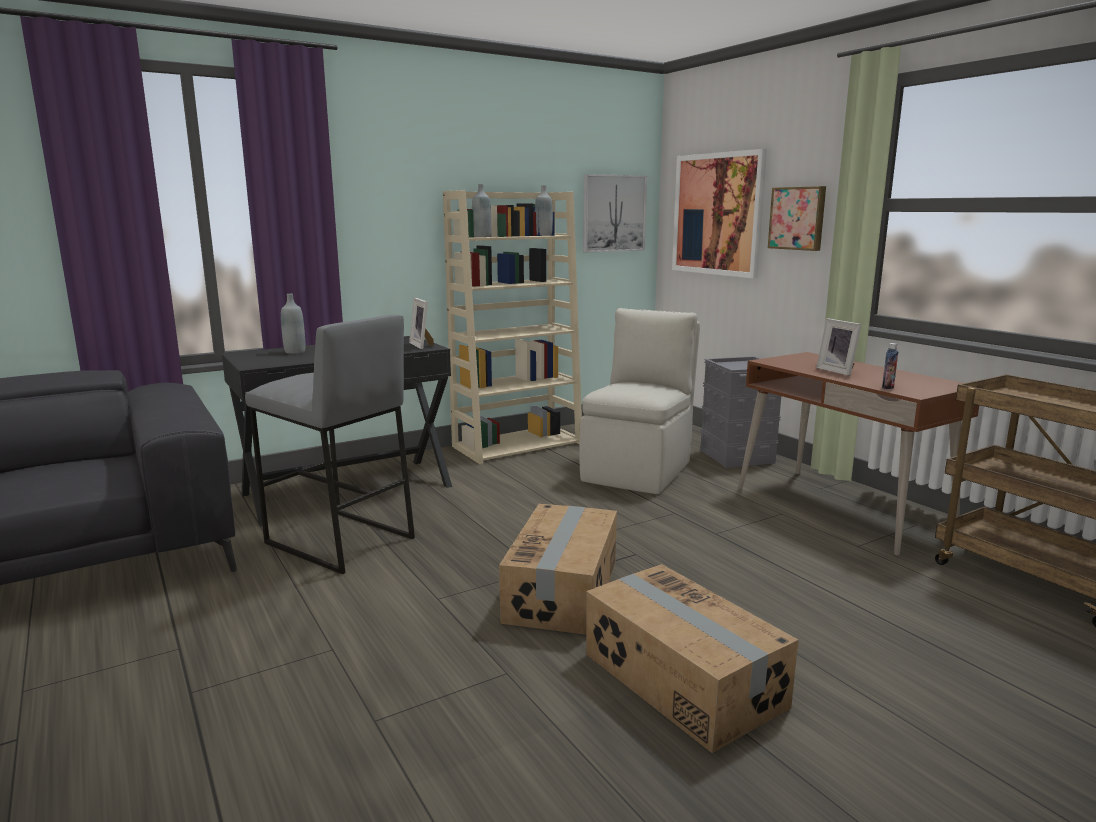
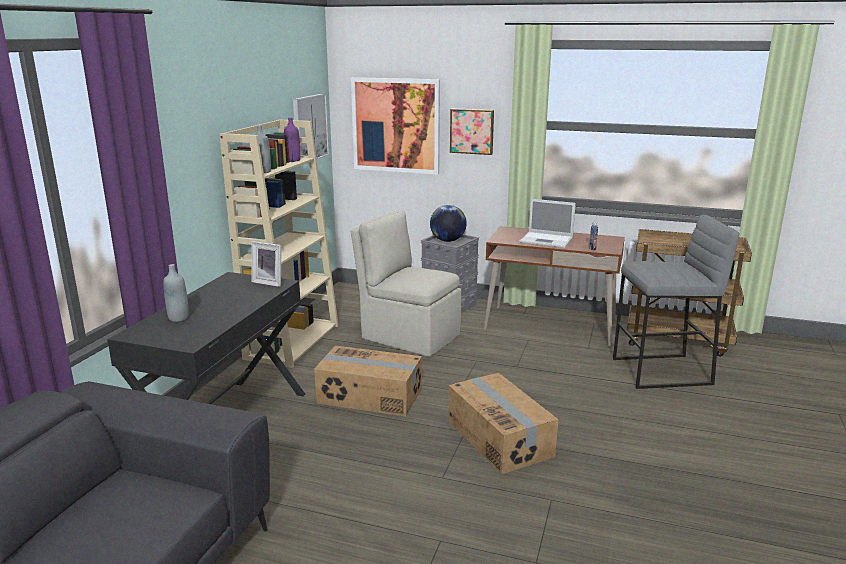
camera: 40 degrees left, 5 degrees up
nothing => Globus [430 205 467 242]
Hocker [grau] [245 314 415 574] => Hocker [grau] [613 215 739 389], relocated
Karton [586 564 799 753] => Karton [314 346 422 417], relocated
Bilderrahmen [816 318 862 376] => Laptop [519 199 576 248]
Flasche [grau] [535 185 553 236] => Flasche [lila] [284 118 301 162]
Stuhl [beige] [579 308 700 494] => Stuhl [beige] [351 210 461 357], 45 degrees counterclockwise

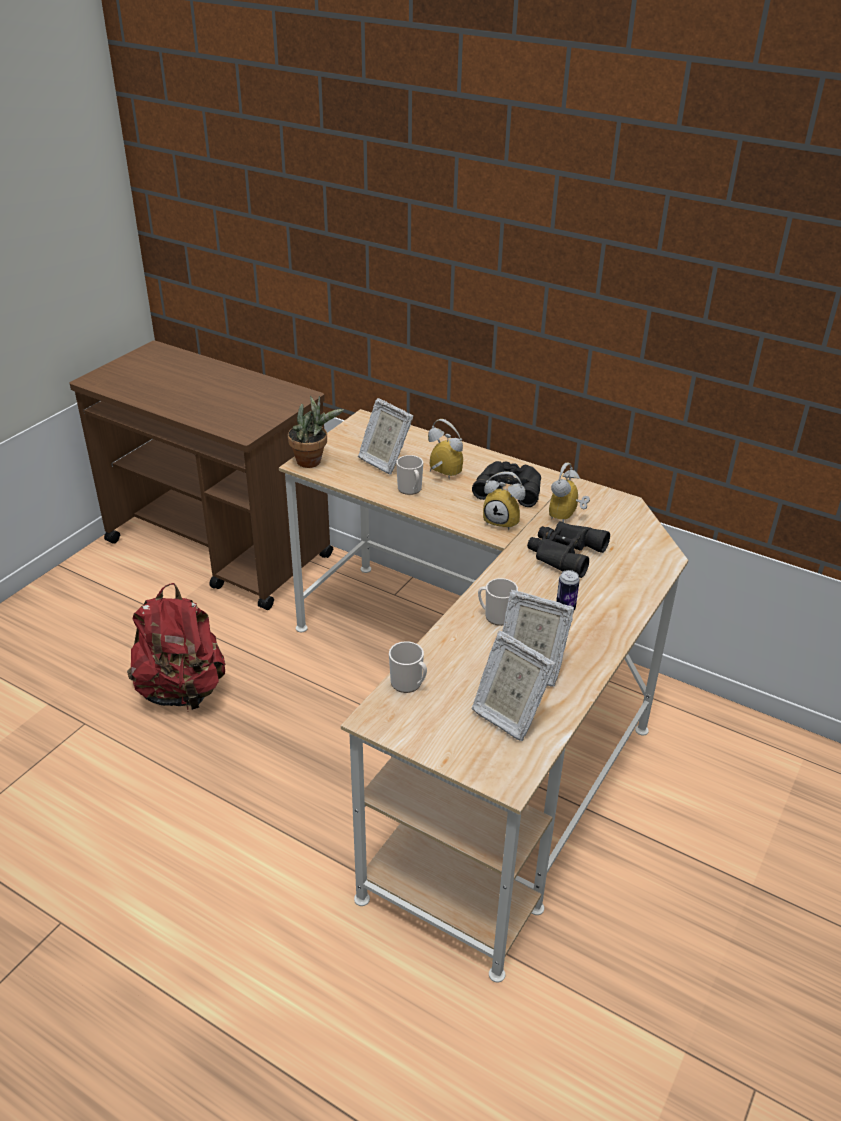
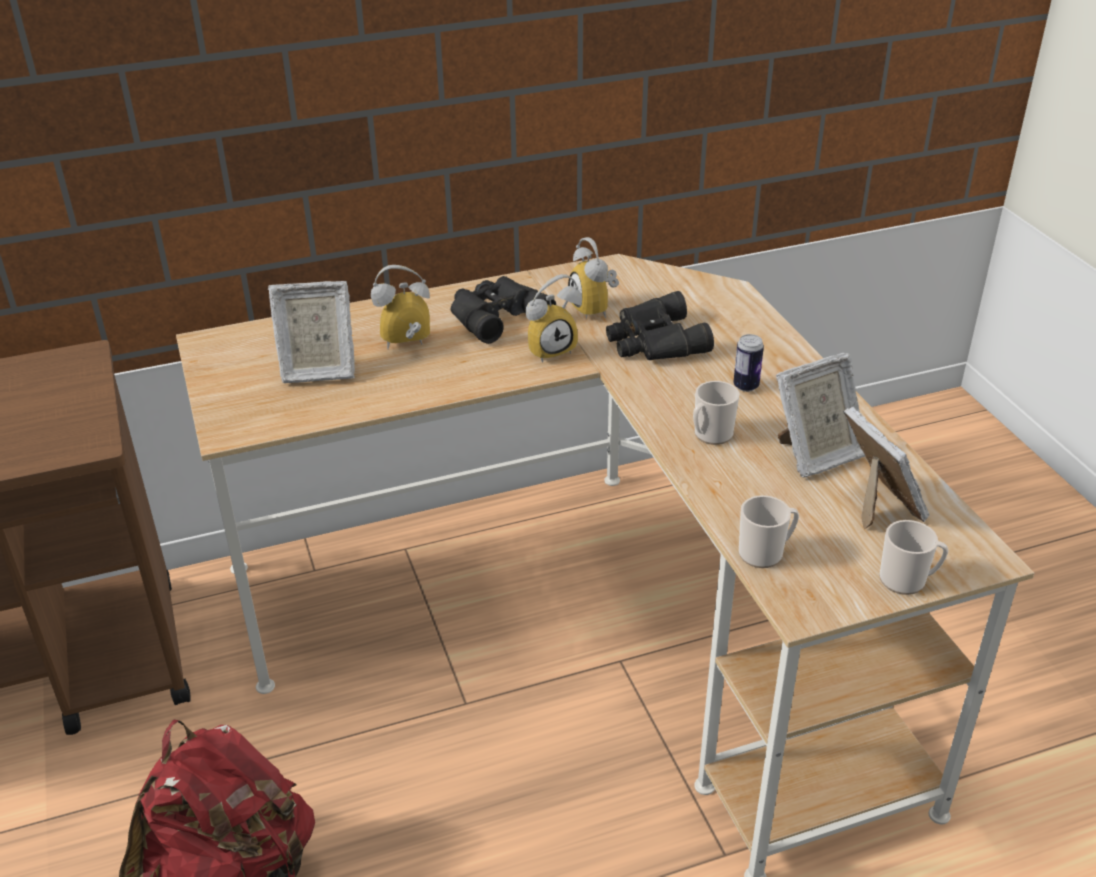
camera: 50 degrees left, 0 degrees up
Topfpflanze [288 396 344 468] => nothing
Henkelbecher [396 455 423 495] => Henkelbecher [880 520 948 595], relocated
Bilderrahmen [472 631 556 741] => Bilderrahmen [843 407 929 529], 105 degrees counterclockwise

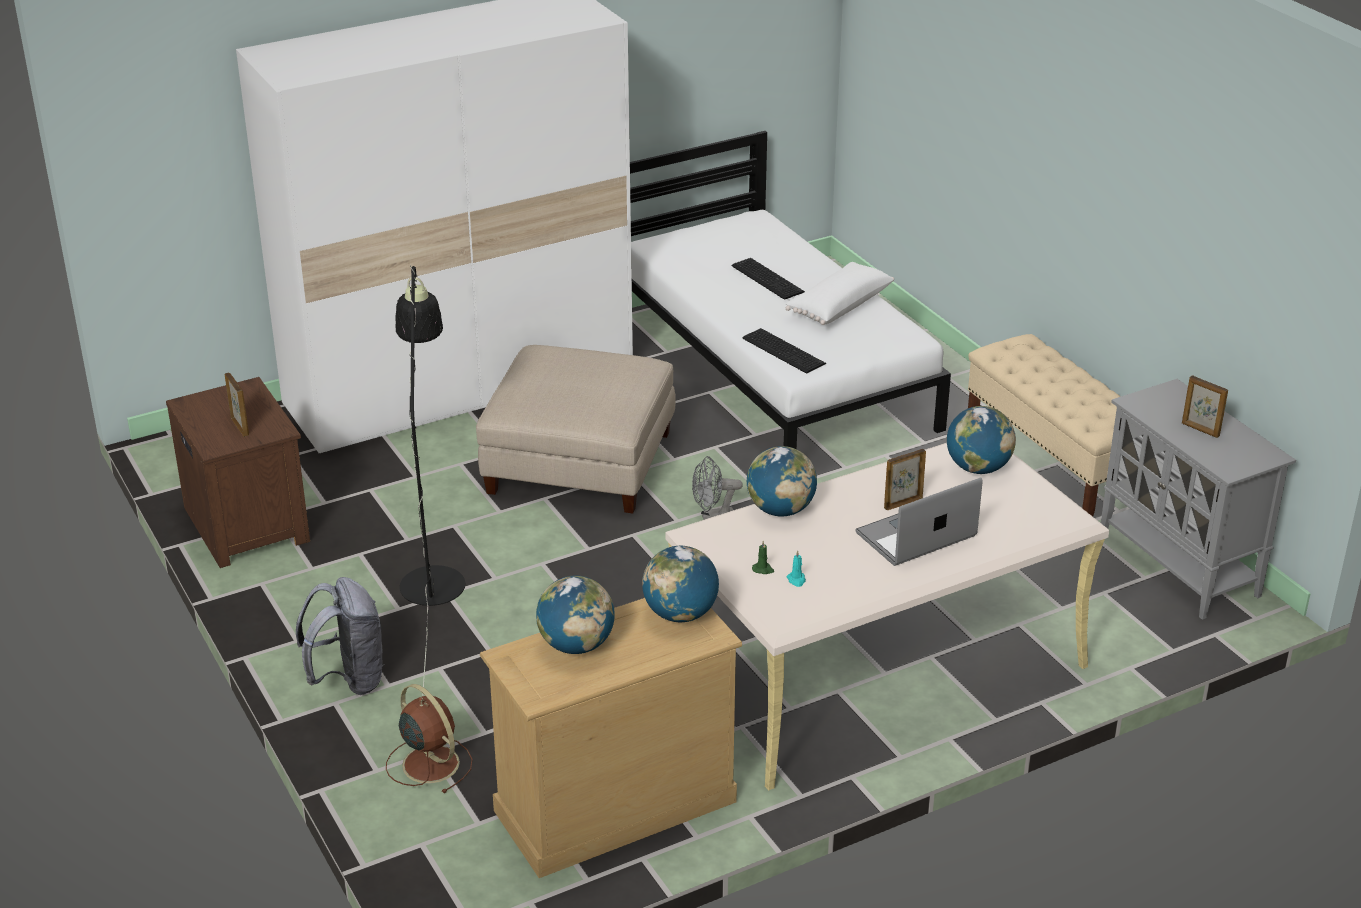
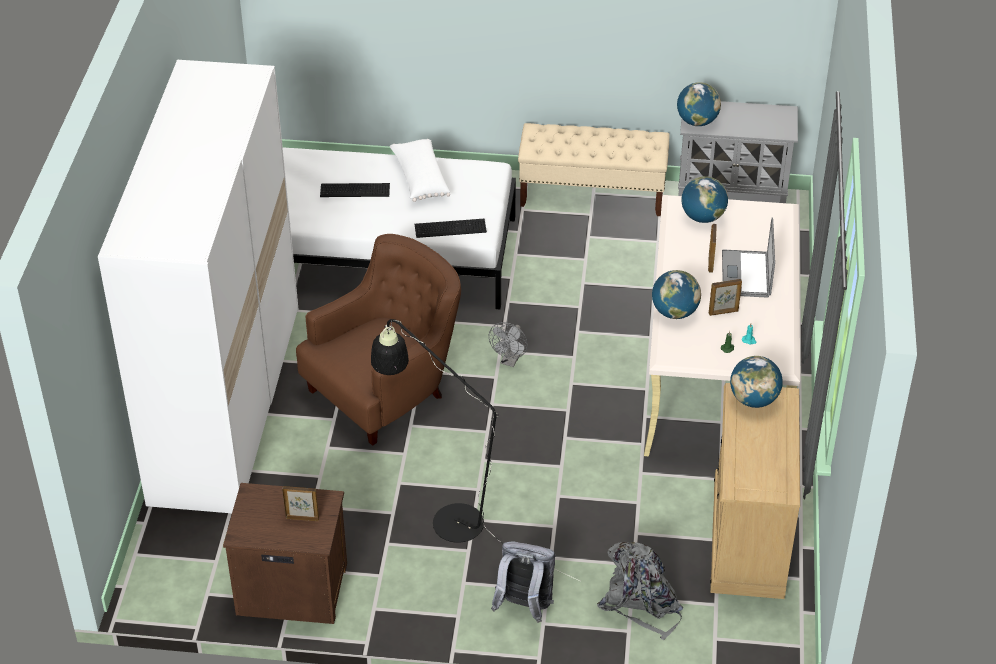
camera: 55 degrees left, 10 degrees up
Globus [536 575 615 654] => Globus [677 82 721 126], relocated
Bilderrahmen [1182 376 1228 438] => Bilderrahmen [709 279 742 316], relocated
Ventilator [braun] [386 684 472 793] => Rucksack [grau] [597 542 683 640]
Polsterhocker [beige] [476 345 676 514] => Sessel [braun] [296 234 461 446]

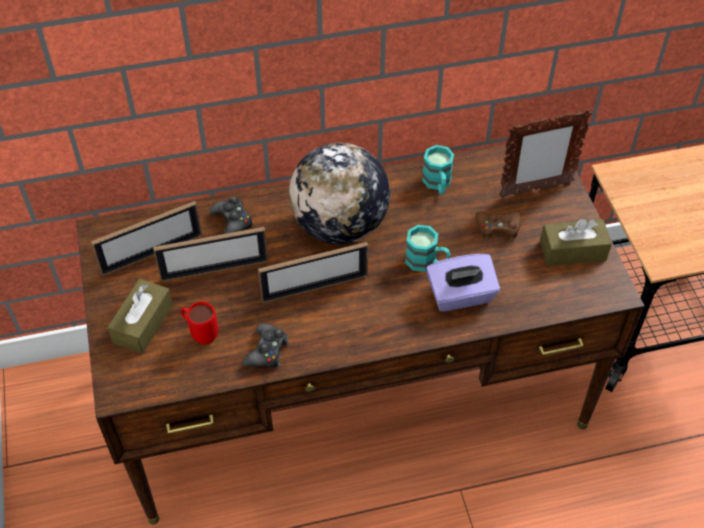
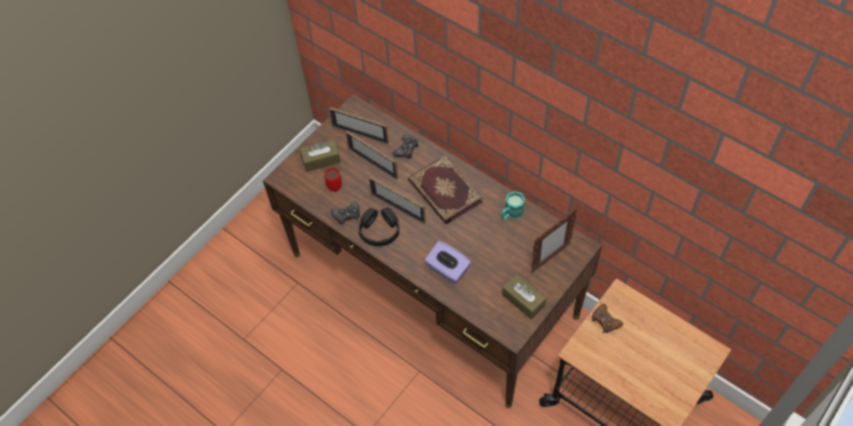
camera: 55 degrees right, 5 degrees up
Henkelbecher [türkis] [405 225 450 272] => nothing
nothing => Kopfhörer [schwarz] [359 208 399 246]
Gamepad [braun] [475 211 521 241] => Gamepad [braun] [592 304 623 333], relocated
Globus [289 143 390 244] => Buch [408 155 483 224]
Bilderrahmen [499 109 592 198] => Bilderrahmen [531 209 577 272], 75 degrees counterclockwise

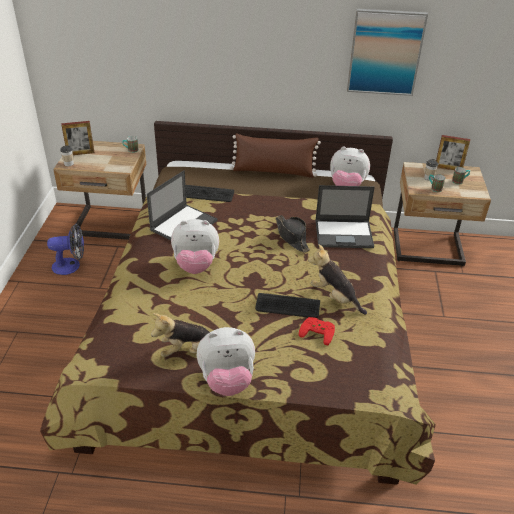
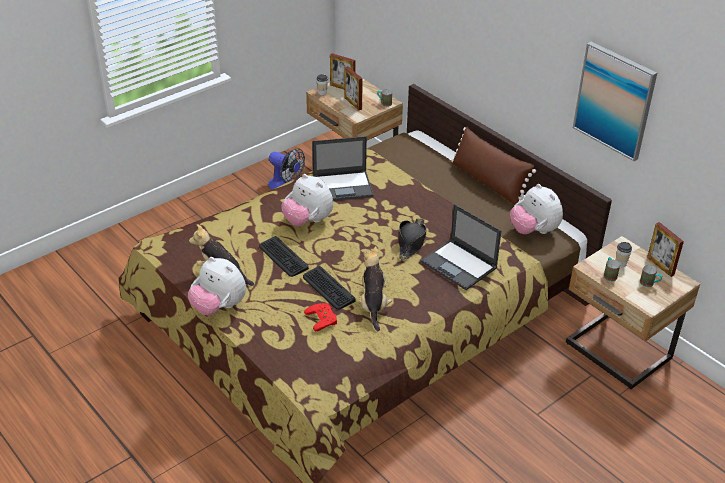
camera: 45 degrees right, 0 degrees up
nothing => Bilderrahmen [344 66 363 110]
Tastatur [186 185 234 202] => Tastatur [259 236 309 277], relocated

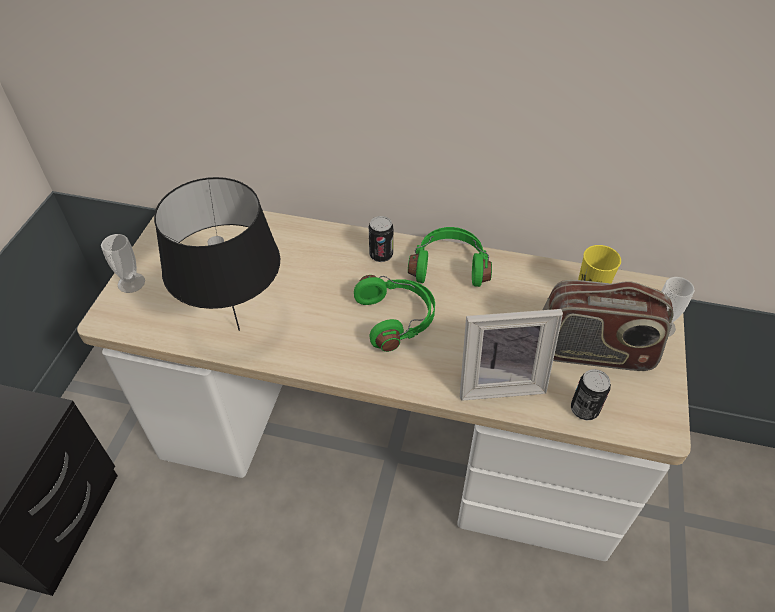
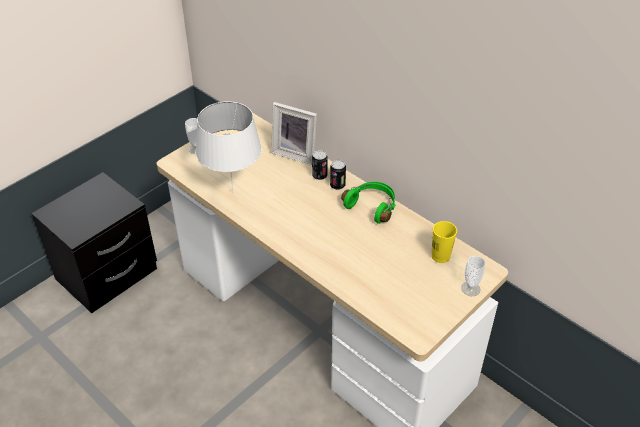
camera: 30 degrees right, 5 degrees down
Kopfhörer [grün] [354 275 435 352] => nothing
Radio [543 280 674 371] => nothing
Bilderrahmen [460 309 563 401] => Bilderrahmen [271 102 317 165], relocated
Dose [571 369 611 421] => Dose [312 150 328 180], relocated
Tischlampe [schwarz] [154 177 280 331] => Tischlampe [weiß] [196 101 262 194]

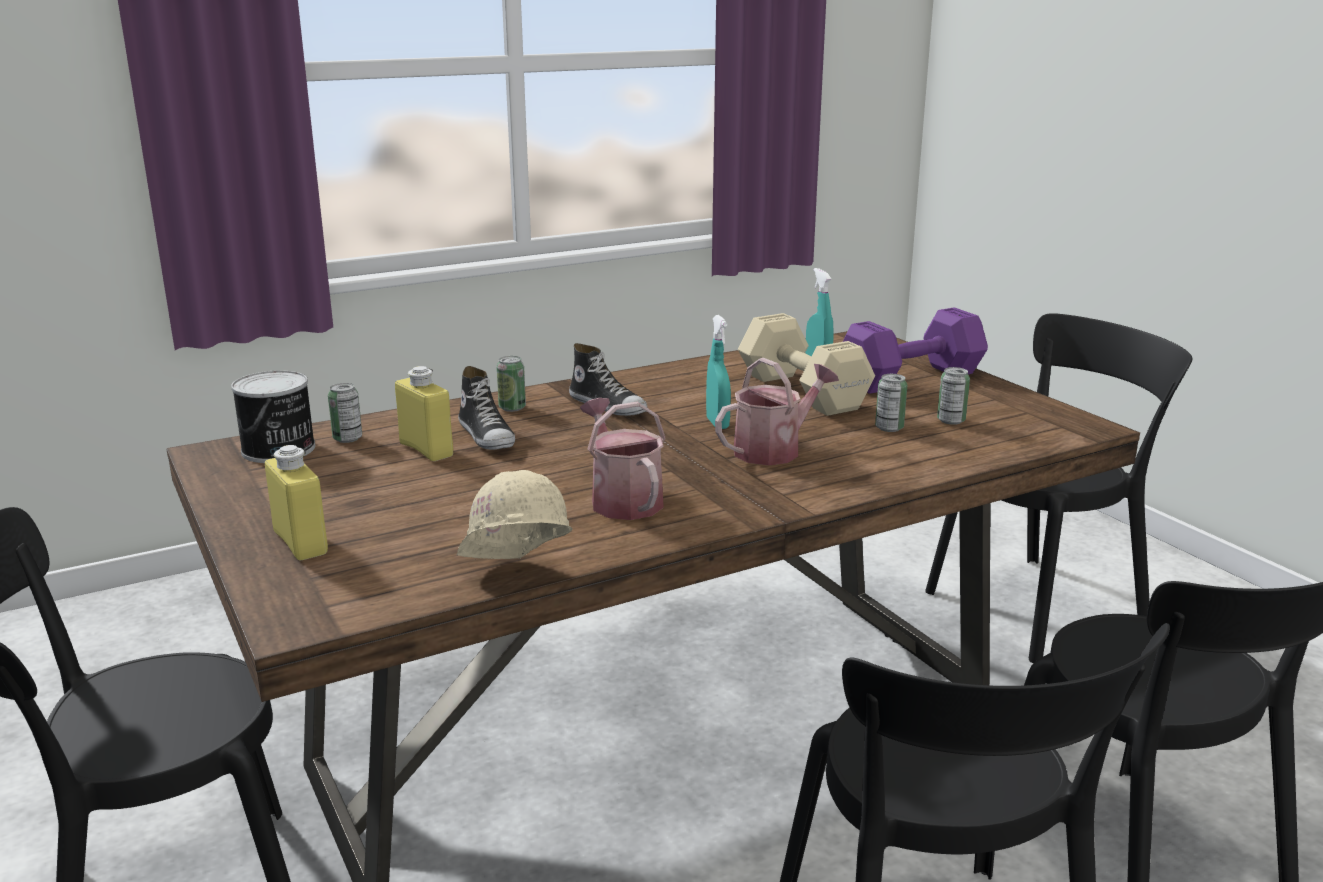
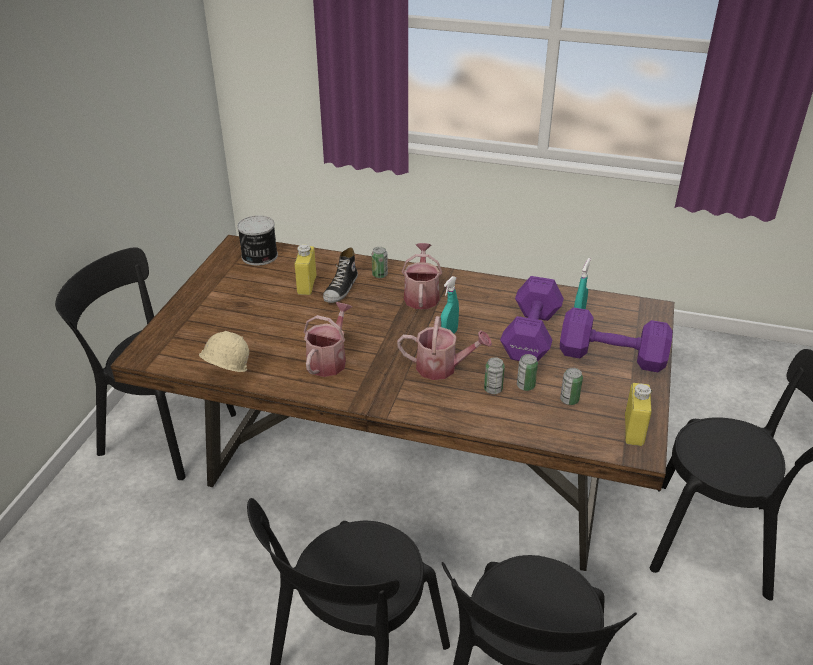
camera: 45 degrees right, 15 degrees up
Flasche [gelb] [265 445 328 560] => Flasche [gelb] [625 383 652 446], relocated
Dose [328 383 362 443] => Dose [484 357 505 394], relocated
Schuh [569 343 648 416] => Gießkanne [402 243 442 309]
Hantel [beige] [738 313 875 416] => Hantel [lila] [500 276 564 361]

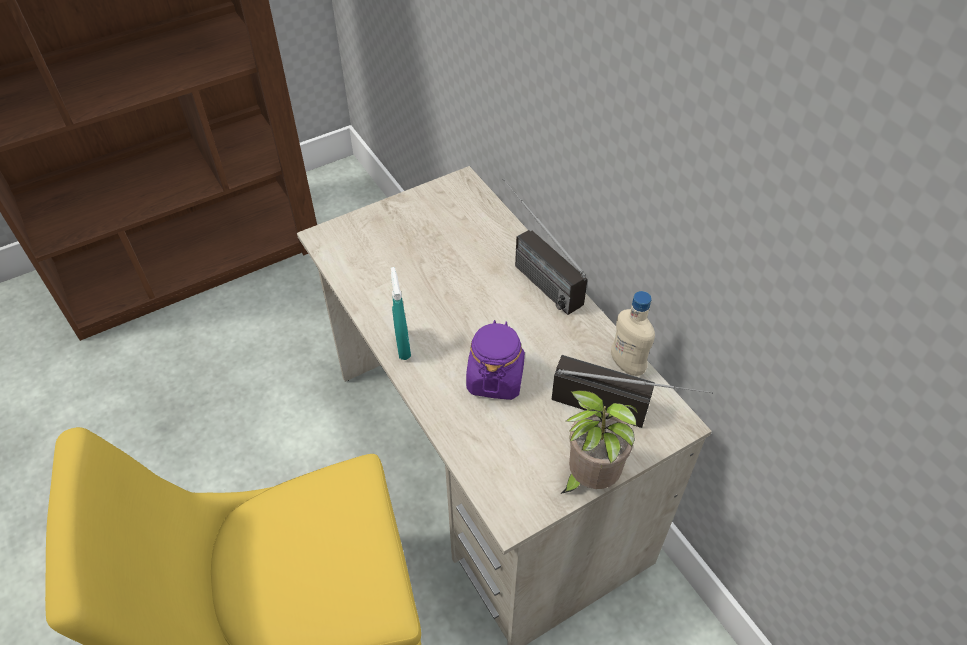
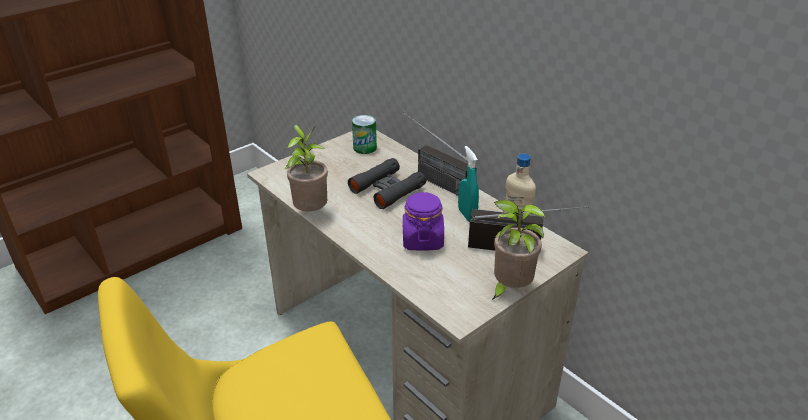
camera: 10 degrees left, 15 degrees down
nothing => Topfpflanze [285 125 328 211]
nothing => Fernglas [schwarz] [348 158 426 209]
nothing => Dose [352 115 377 154]
Sprühflasche [türkis] [391 267 411 360] => Sprühflasche [türkis] [458 146 479 222], relocated

